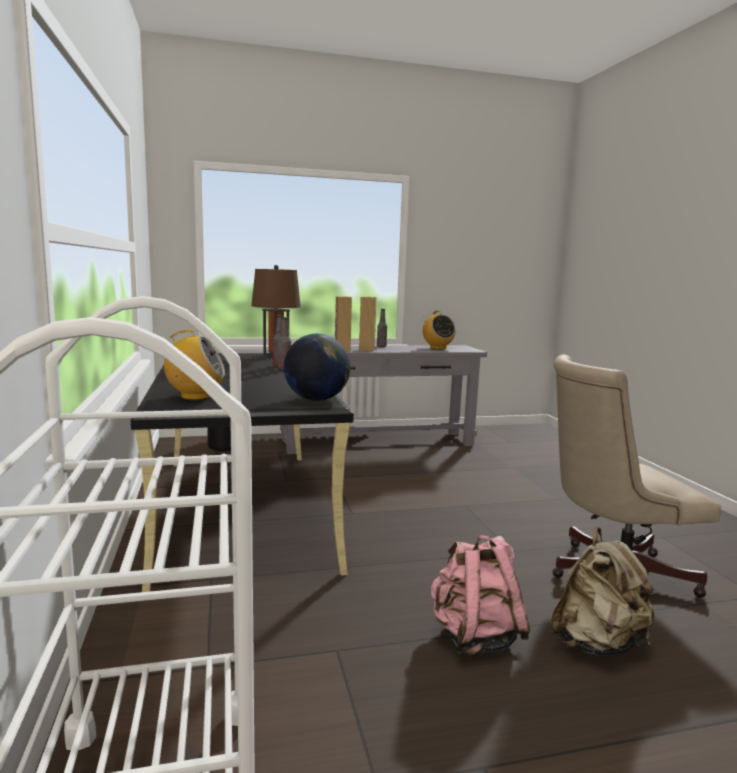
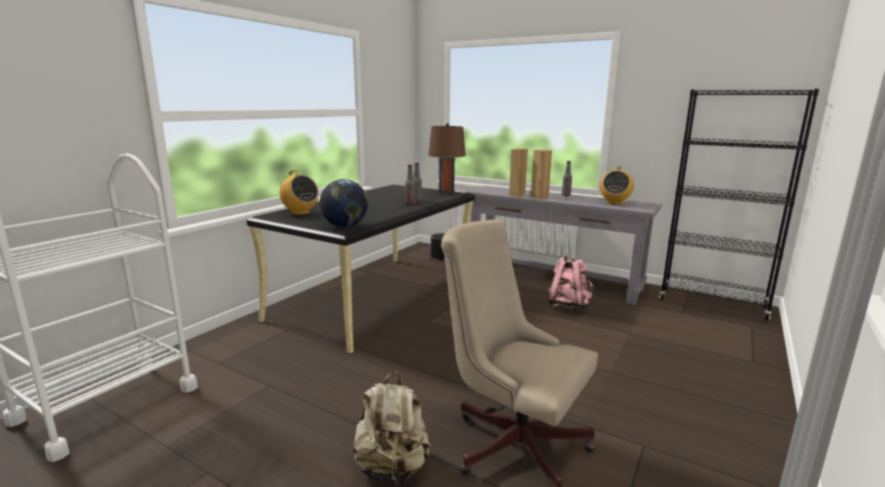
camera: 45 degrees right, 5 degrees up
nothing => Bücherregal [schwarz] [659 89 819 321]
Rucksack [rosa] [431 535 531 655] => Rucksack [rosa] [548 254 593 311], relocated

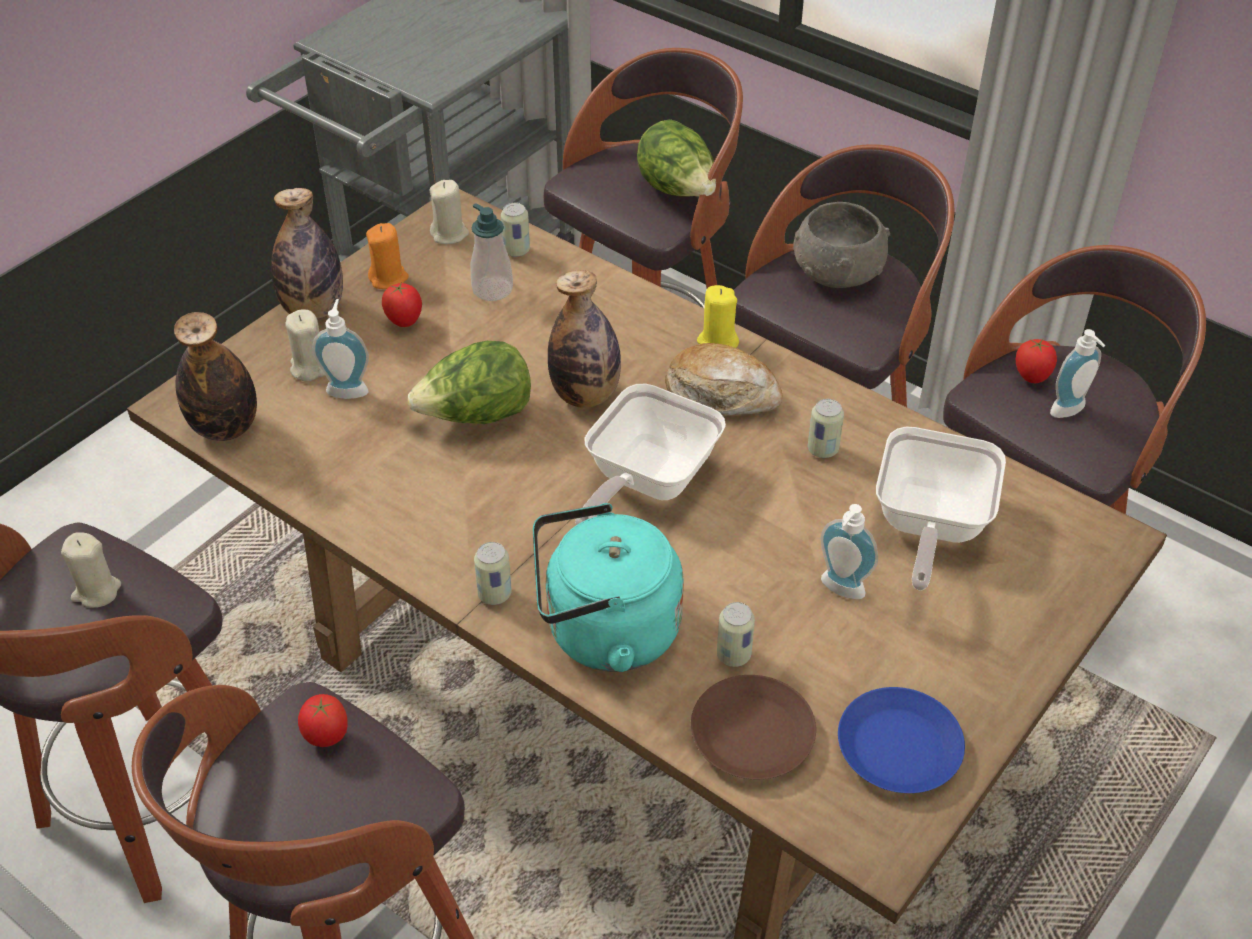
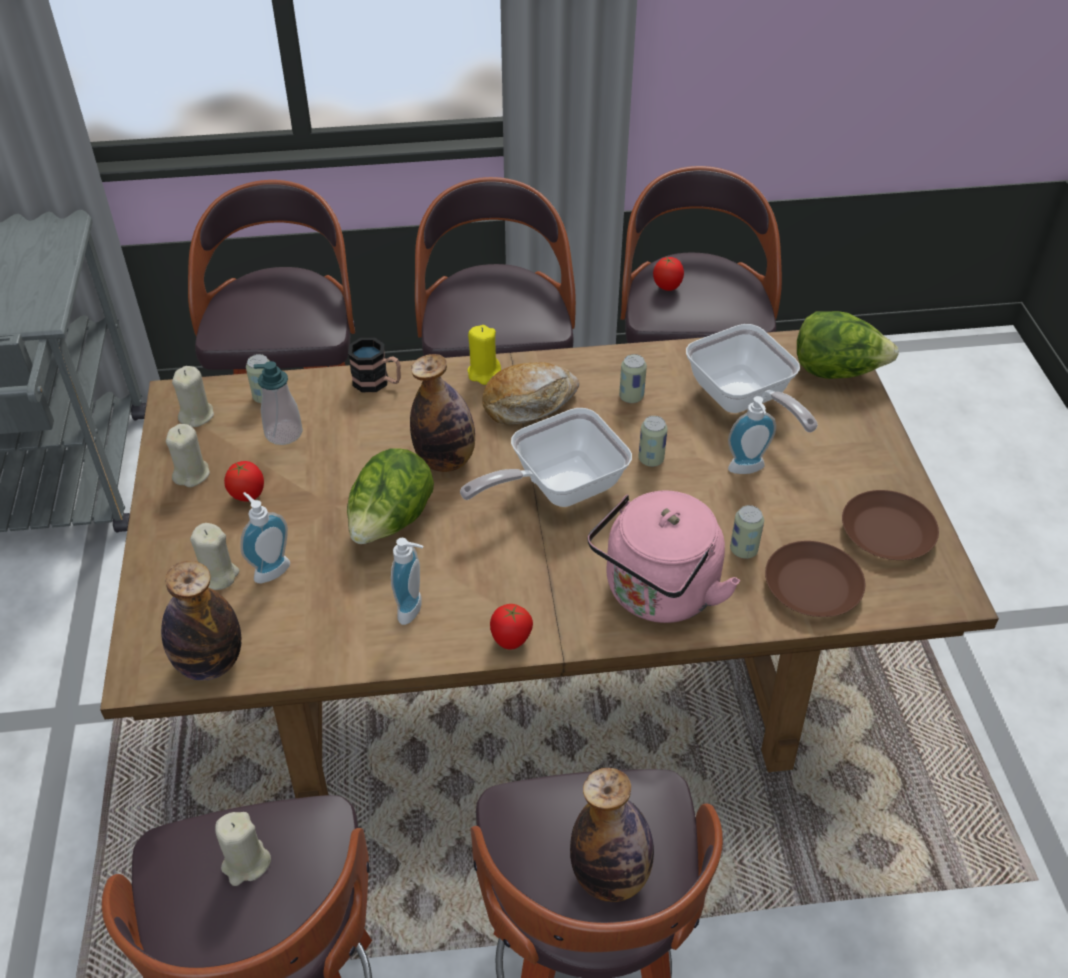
camera: 45 degrees left, 0 degrees up
Schüssel [grau] [793 202 890 288] => nothing
nothing => Henkelbecher [348 338 401 392]
Flasche [271 188 343 319] => Flasche [570 768 654 902], relocated
Tomate [298 694 348 747] => Tomate [490 604 533 650], relocated
Dose [474 542 512 605] => Dose [639 416 668 467], relocated
Salatkopf [637 119 716 197] => Salatkopf [797 311 899 379], relocated
Seifenspender [1050 329 1105 418] => Seifenspender [391 538 423 625], relocated
Kerze [orange] [366 223 409 289] => Kerze [beige] [166 424 210 487]
Wasserkessel [türkis] [533 503 684 672] => Wasserkessel [rosa] [588 490 740 623]
Teller [blau] [838 687 965 793] => Teller [braun] [842 490 939 560]
Pfanne [575 384 726 525] => Pfanne [460 408 632 507], 75 degrees clockwise

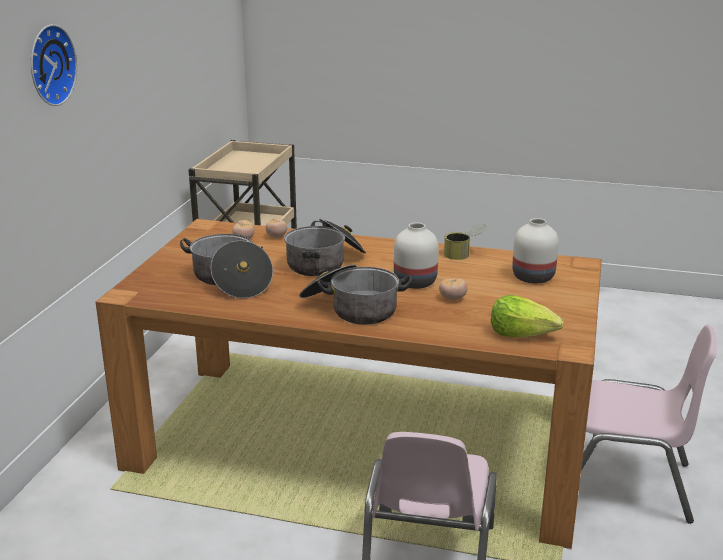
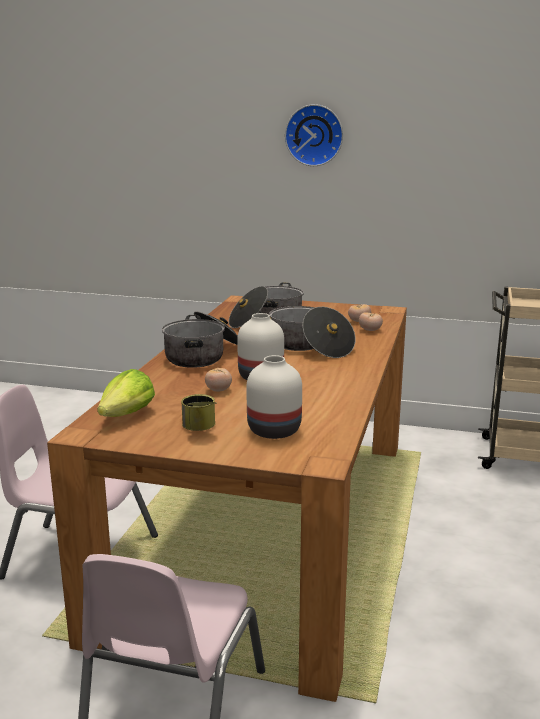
camera: 90 degrees right, 5 degrees down
Dose [444 224 486 260] => Dose [181 394 216 431], relocated

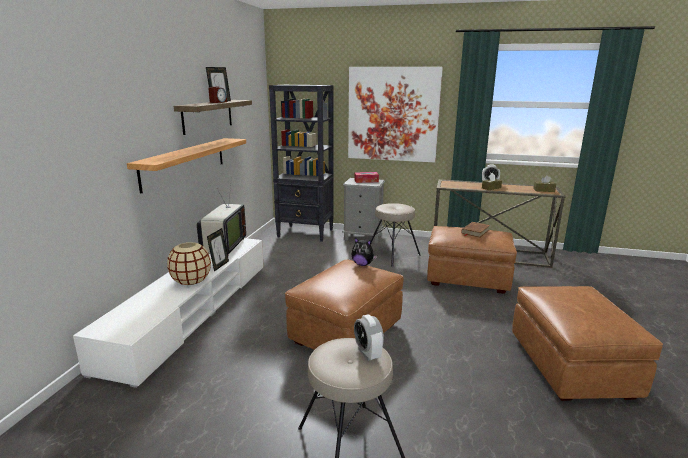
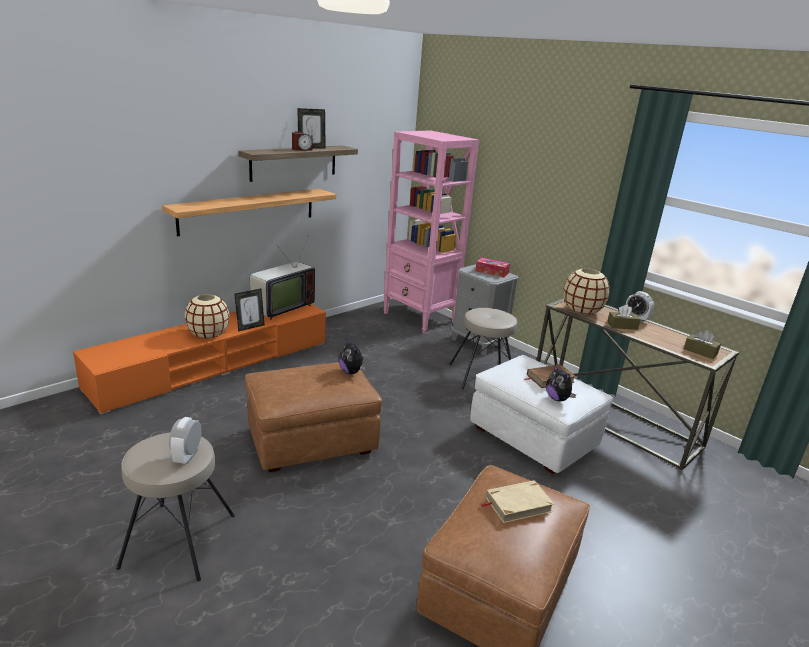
camera: 30 degrees right, 5 degrees up
Bild [348 67 443 162] => nothing
nothing => Buch [beige] [481 480 554 523]
nothing => Plüschtier [546 365 576 401]
nothing => Vase [beige] [563 269 610 315]
Fernsehschrank [weiß] [73 238 264 388] => Fernsehschrank [orange] [73 304 326 414]
Bücherregal [schwarz] [269 85 334 242] => Bücherregal [rosa] [383 130 479 333]
Polsterhocker [braun] [427 226 517 294] => Polsterhocker [weiß] [470 355 613 474]

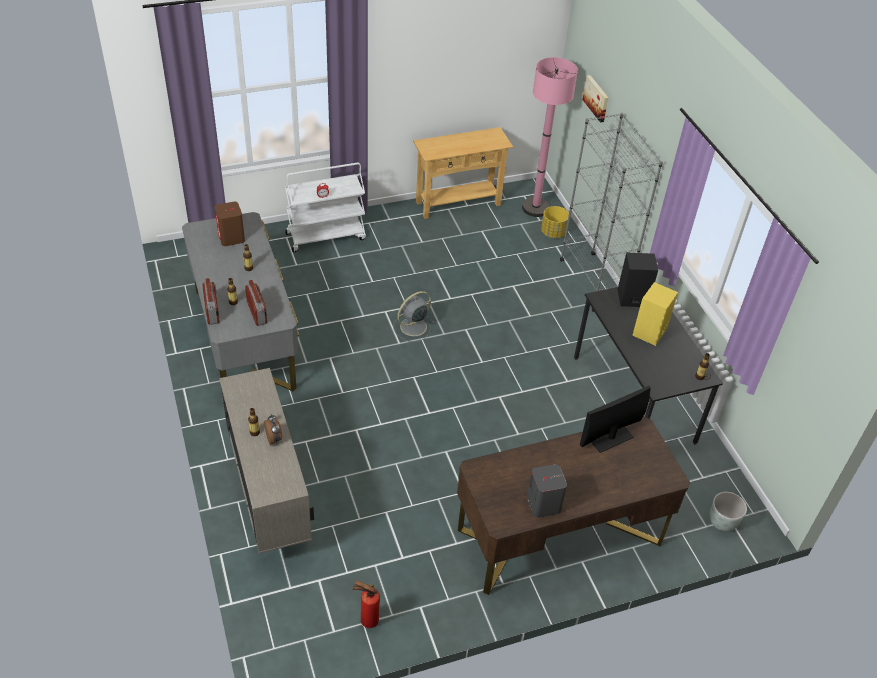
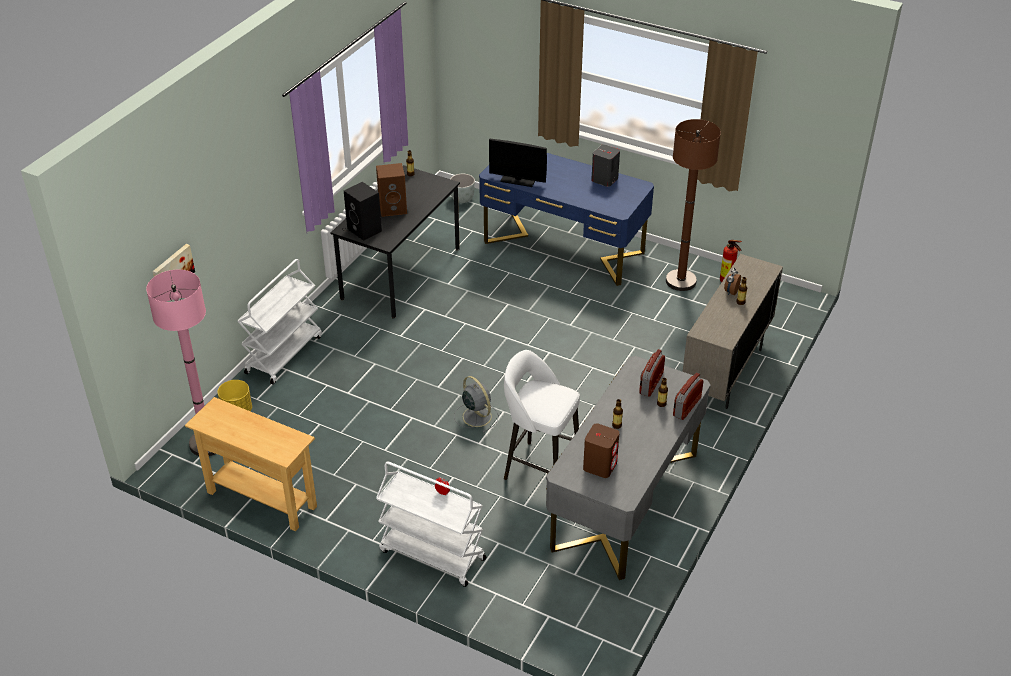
camera: 130 degrees left, 5 degrees down
nothing => Hocker [weiß] [504 350 580 480]
nothing => Stehlampe [braun] [666 119 721 291]
Bücherregal [grau] [560 113 663 312] => Rollwagen [weiß] [237 259 322 385]
Schreibtisch [braun] [457 417 690 595] => Schreibtisch [blau] [479 153 654 286]
Lautsprecher [gelb] [632 282 678 346] => Lautsprecher [braun] [376 163 407 217]
Ventilator [grau] [393 291 435 342] => Ventilator [grau] [454 376 499 433], 135 degrees counterclockwise

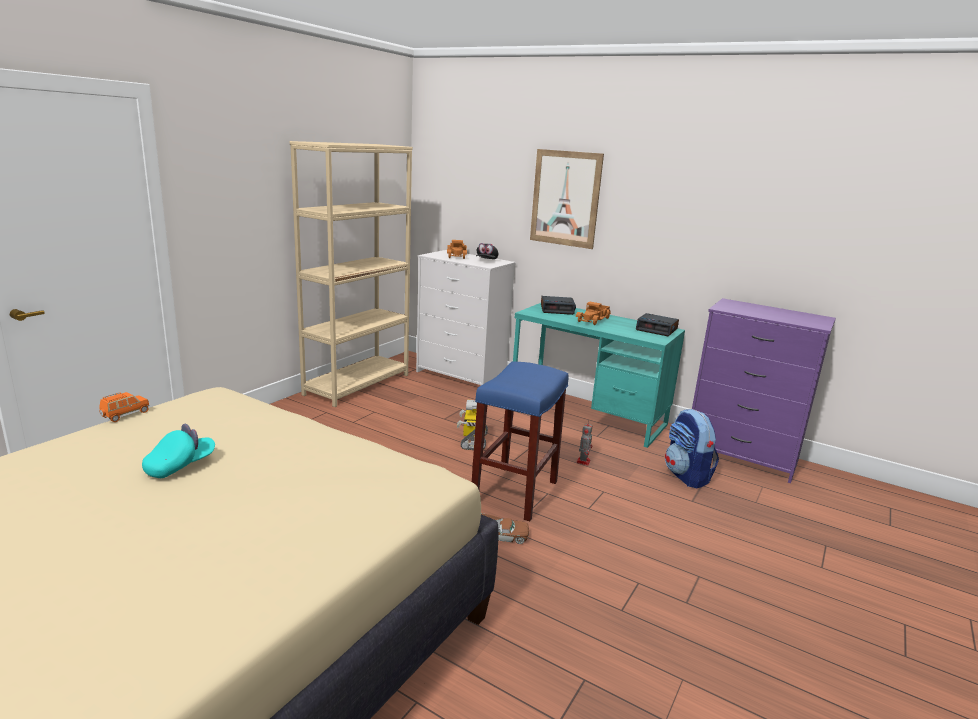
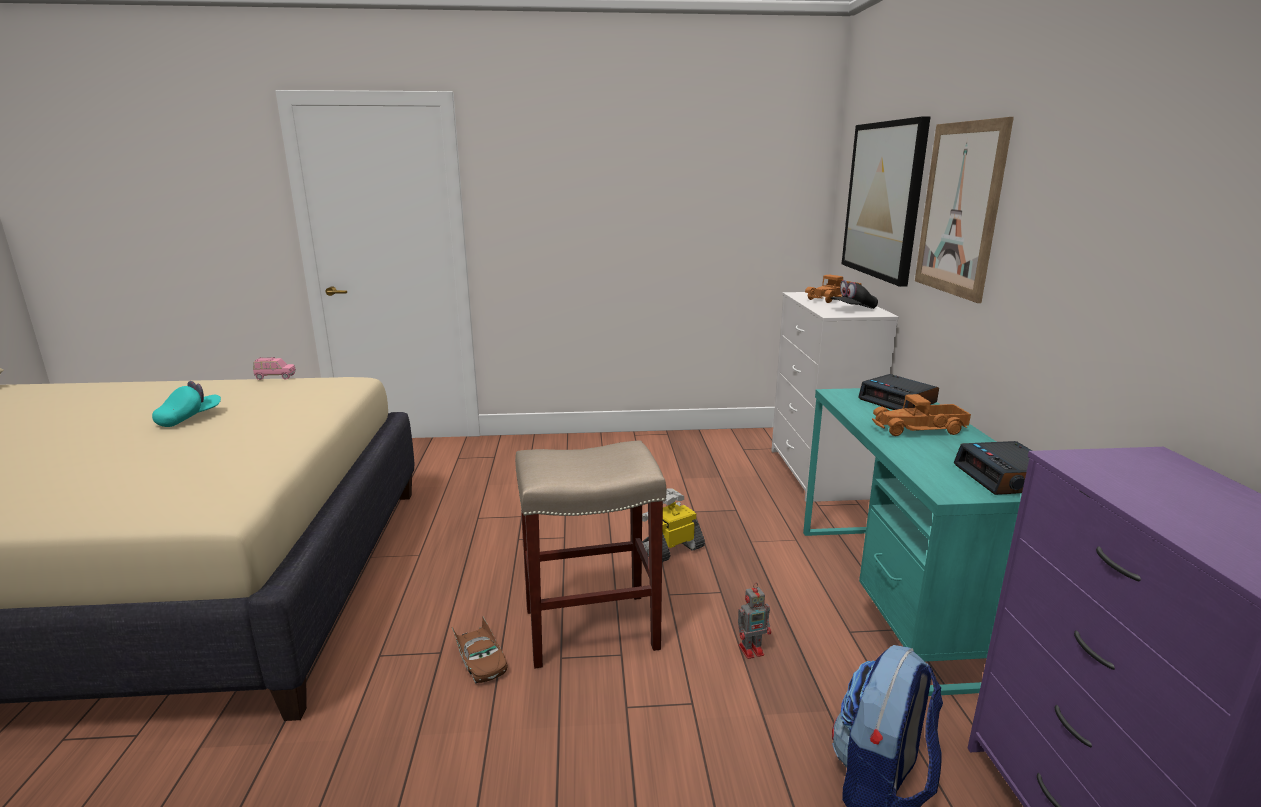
camera: 55 degrees right, 0 degrees up
Bücherregal [beige] [290 141 413 407] => nothing
nothing => Bild [842 116 930 287]
Spielzeugauto [orange] [99 392 149 422] => Spielzeugauto [rosa] [253 357 296 380]
Hocker [blau] [472 362 568 521] => Hocker [beige] [515 441 666 668]
Kappe [türkis] [142 424 215 478] => Kappe [türkis] [152 381 221 427], 60 degrees counterclockwise

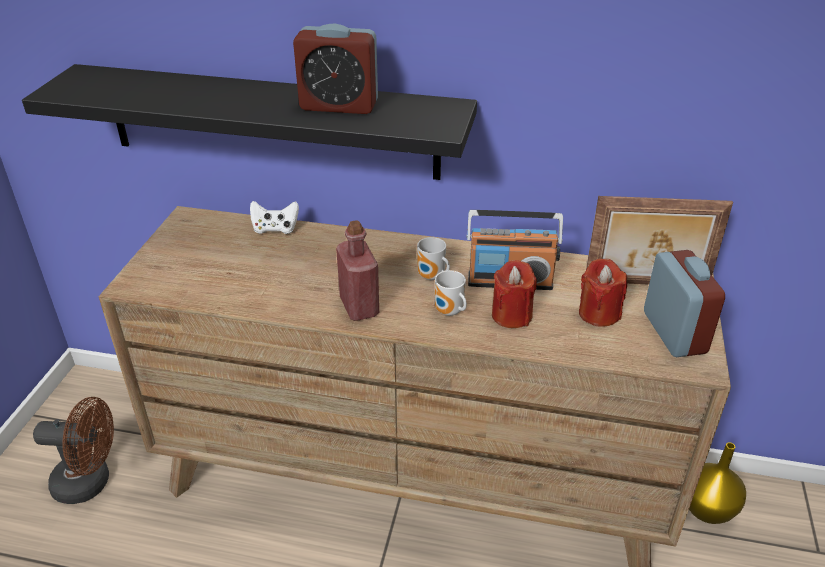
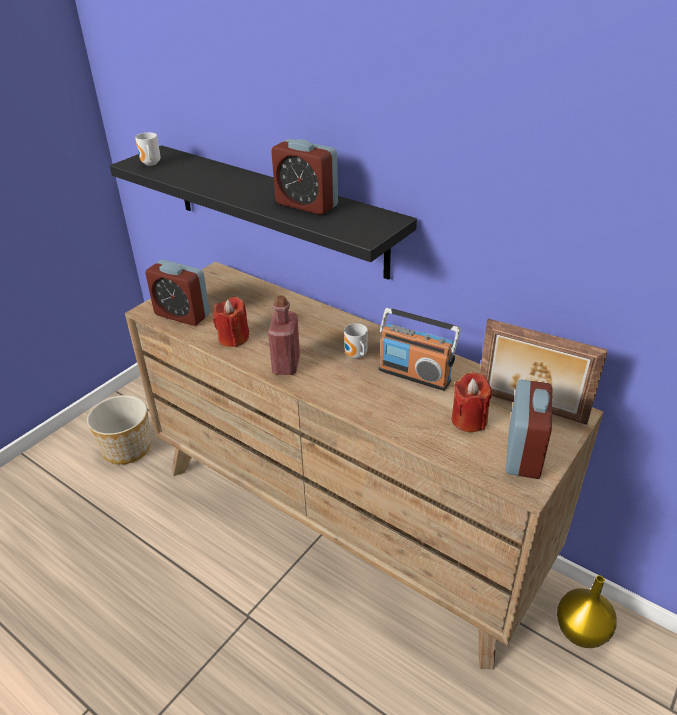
camera: 25 degrees right, 0 degrees up
Gamepad [weiß] [250 201 299 234] => nothing
nothing => Wecker [145 260 210 326]
Henkelbecher [435 270 467 316] => Henkelbecher [135 133 161 166], relocated
Kerze [rot] [492 260 537 328] => Kerze [rot] [213 297 249 347], relocated
Ventilator [braun] [33 397 114 504] => Pflanzkübel [87 395 151 464]

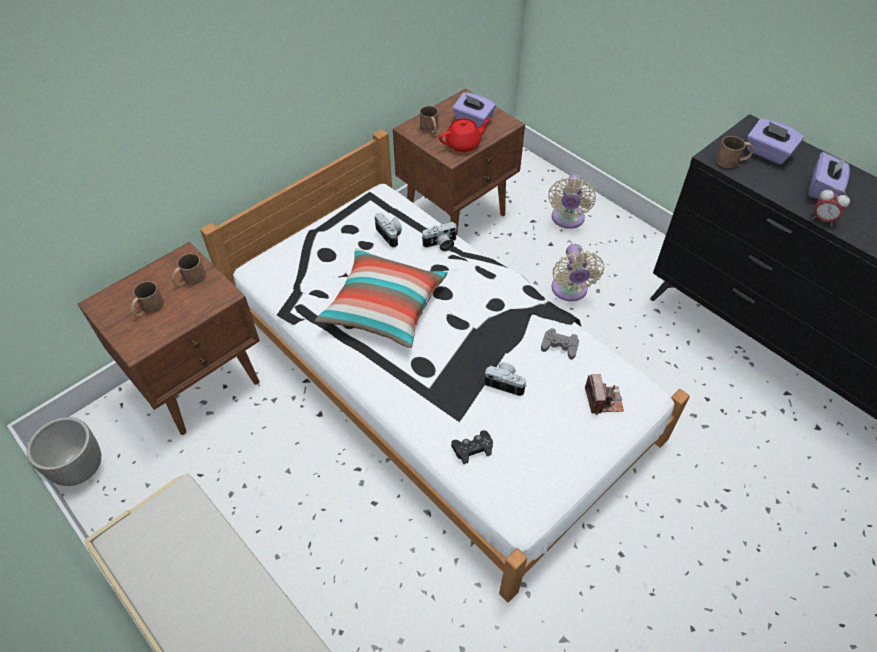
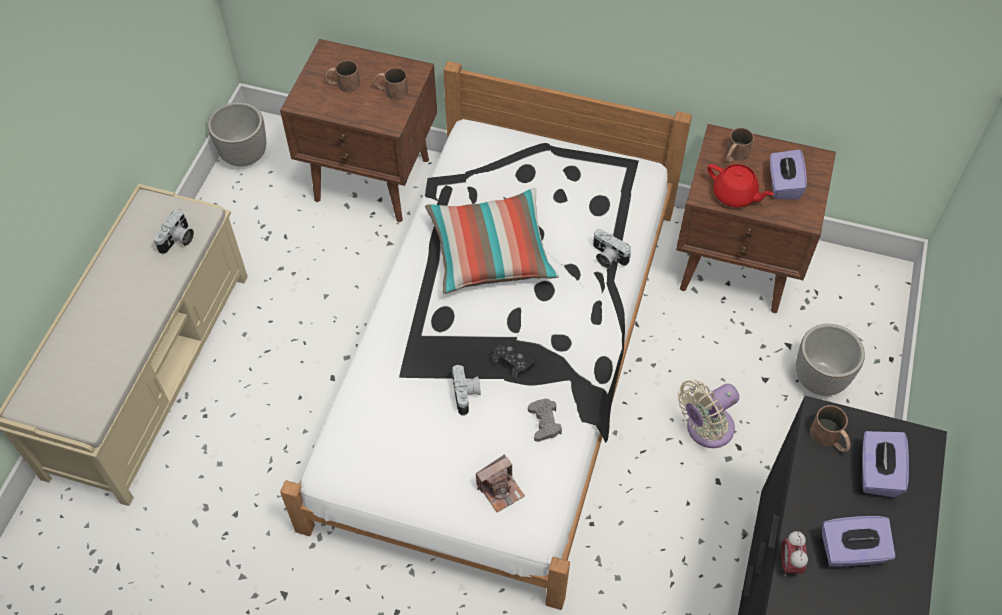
camera: 60 degrees right, 5 degrees up
Kamera [375 213 402 248] => Kamera [153 210 194 254], relocated
Gamepad [schwarz] [451 430 493 464] => Gamepad [schwarz] [493 340 535 378], relocated
Ventilator [beige] [548 174 596 229] => Pflanzkübel [796 324 865 396]

